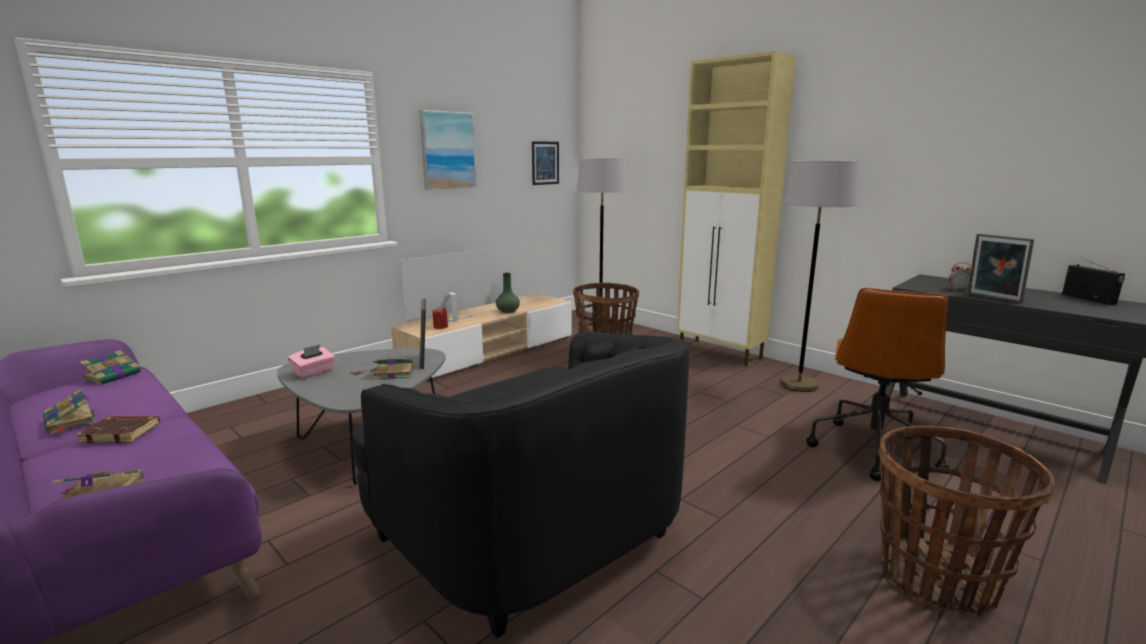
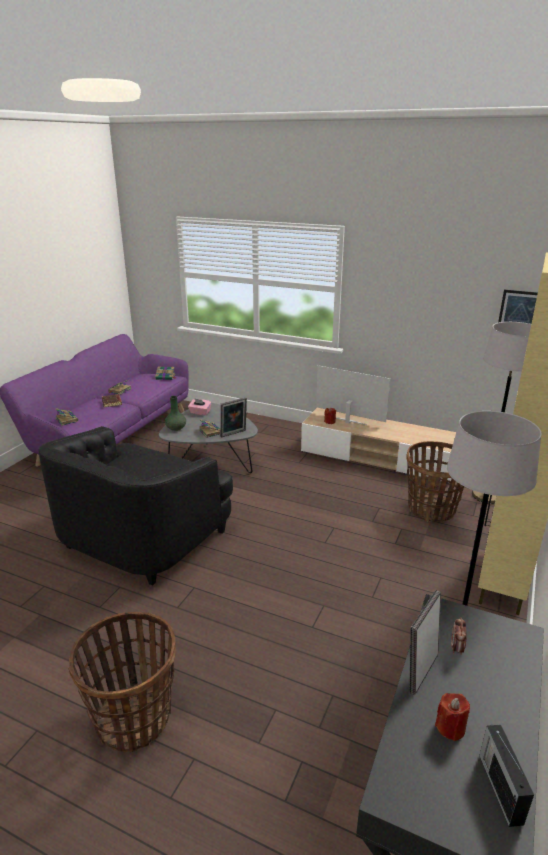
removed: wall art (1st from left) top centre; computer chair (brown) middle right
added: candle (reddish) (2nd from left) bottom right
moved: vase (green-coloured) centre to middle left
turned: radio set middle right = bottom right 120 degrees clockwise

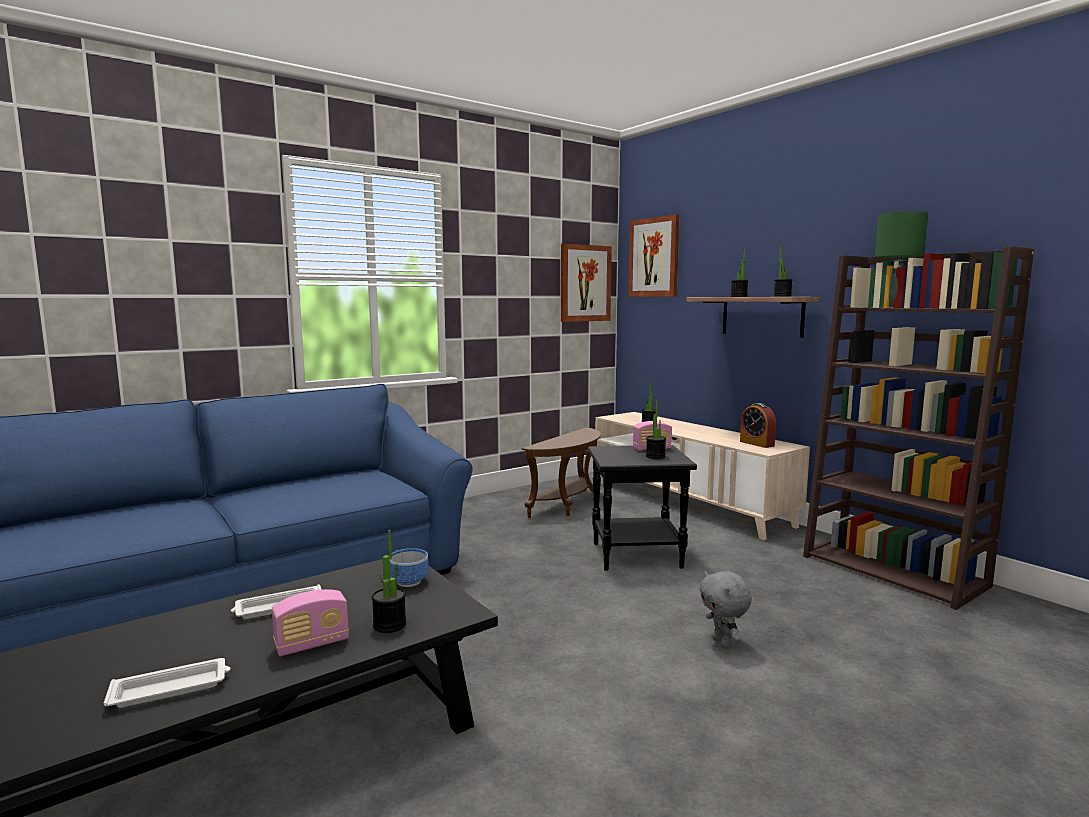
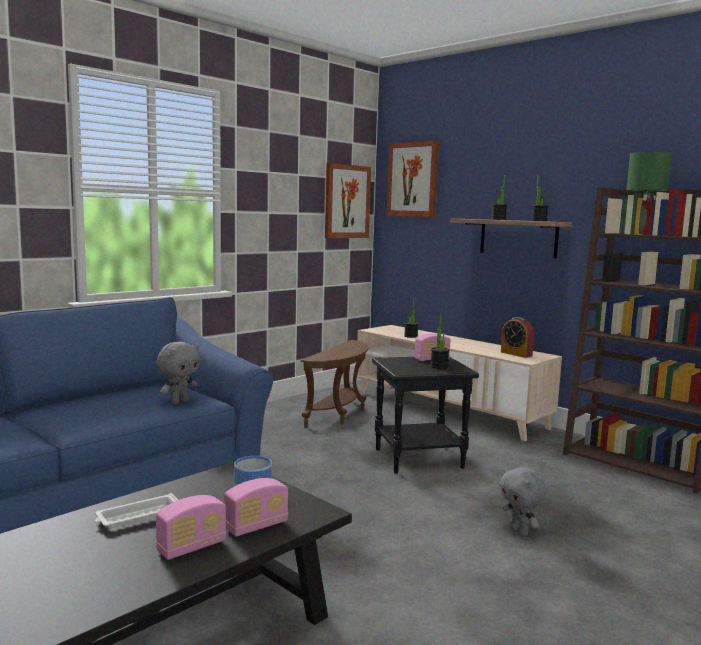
removed: carrying tray (white) (1st from left) bottom left
added: cuddly toy (gray) (1st from left) middle left
replaced: houseplant (1st from left) bottom centre to radio set (2nd from left) bottom centre

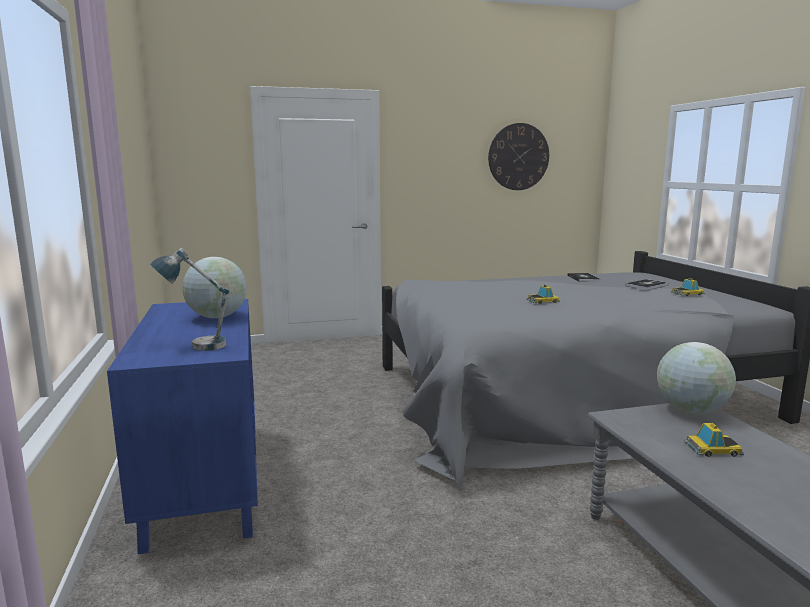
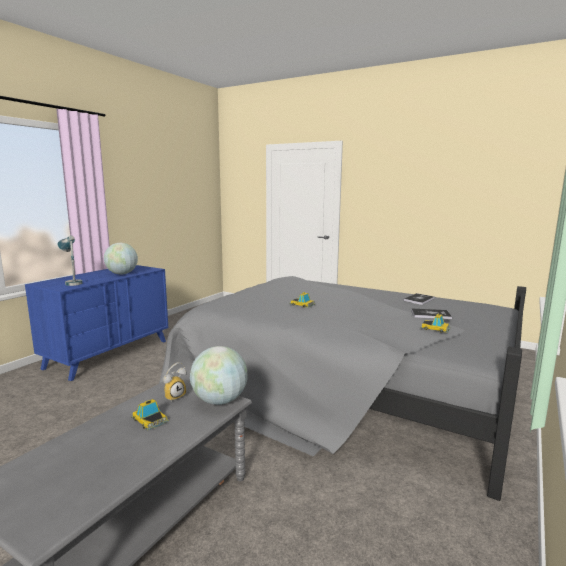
removed: hanging clock top centre
added: bedside clock bottom left

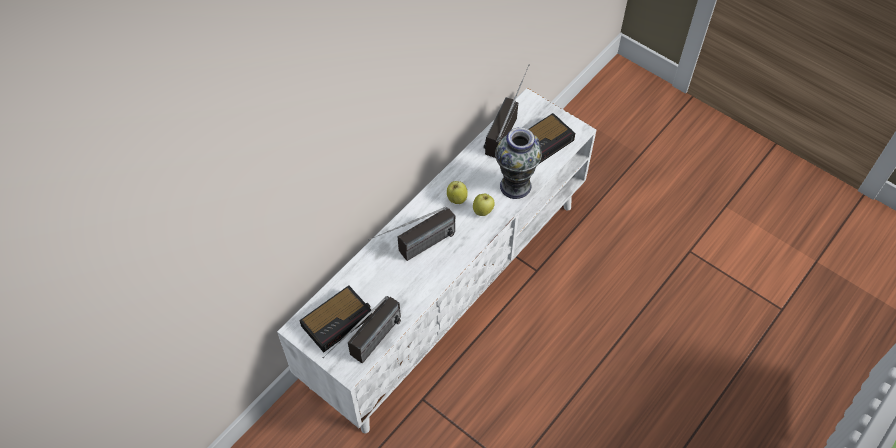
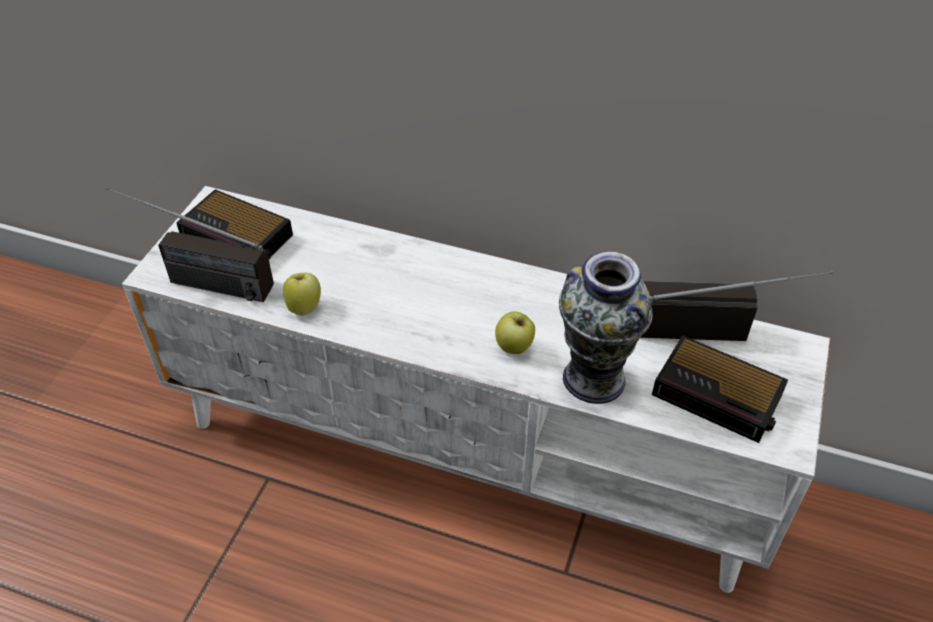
removed: radio set (2nd from left) centre
moved: whole apple (1st from left) centre to middle left

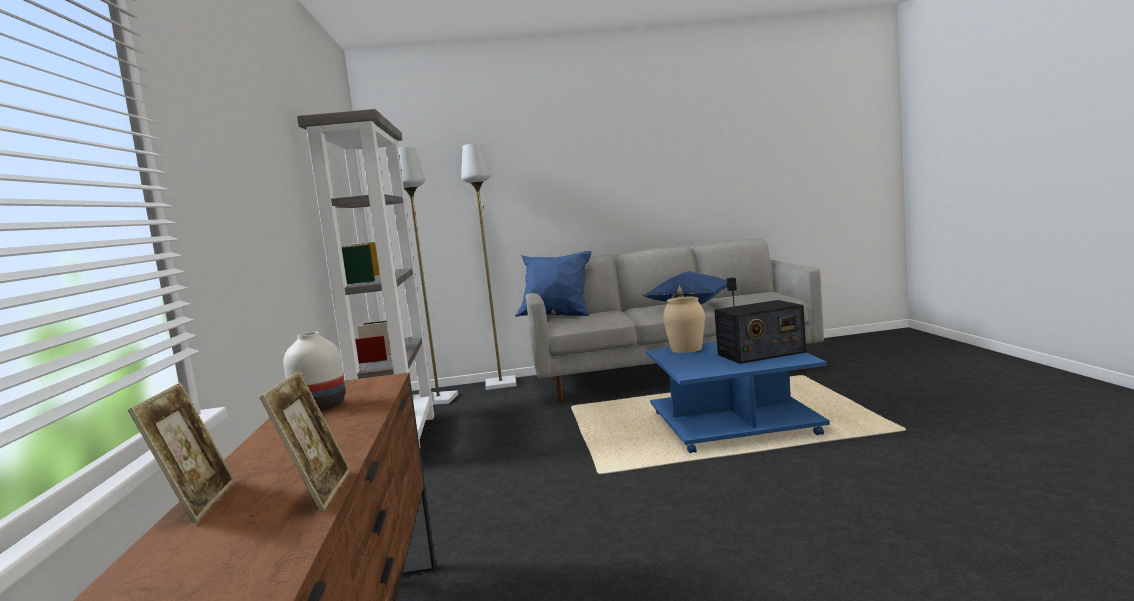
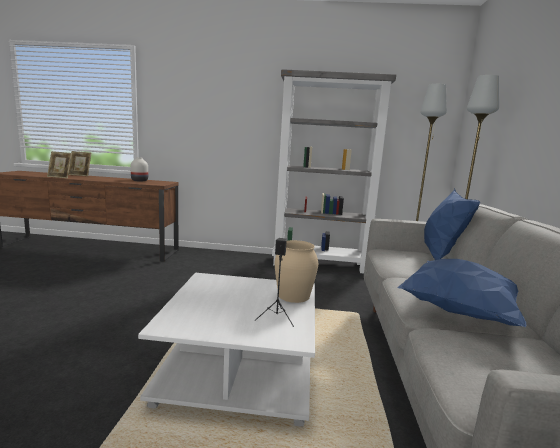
removed: radio set middle right
recoloured: low table (bluish) centre to low table (white) bottom centre

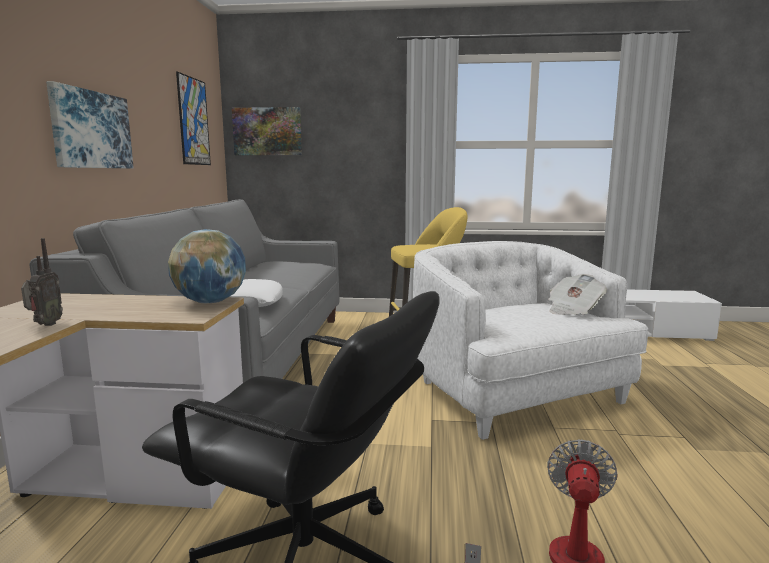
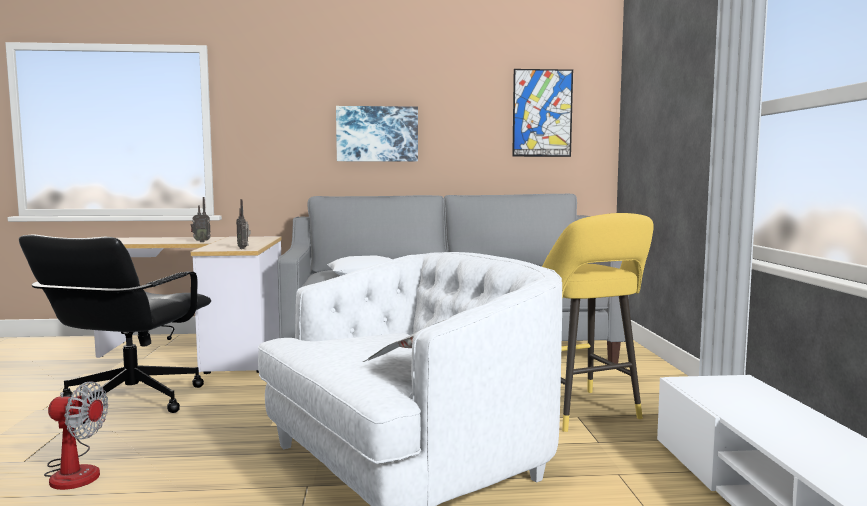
removed: wall art (3rd from left) top centre
replaced: desk globe middle left to radio set (2nd from left) middle left

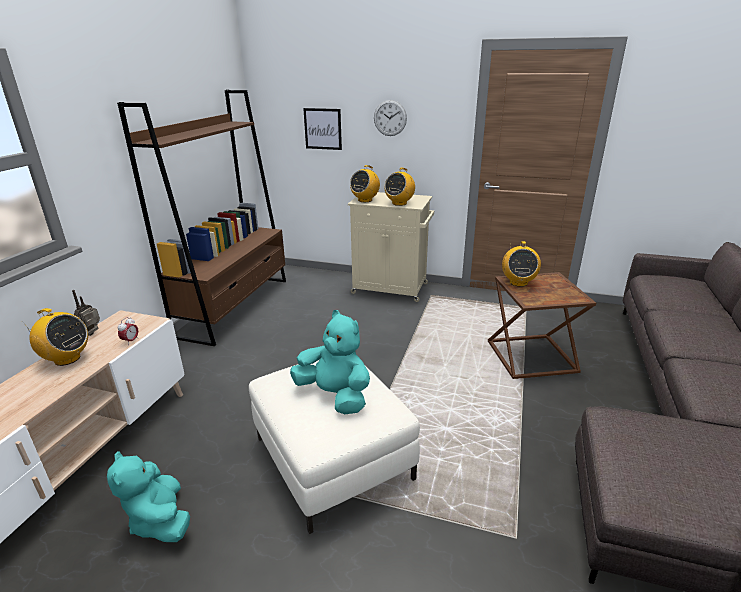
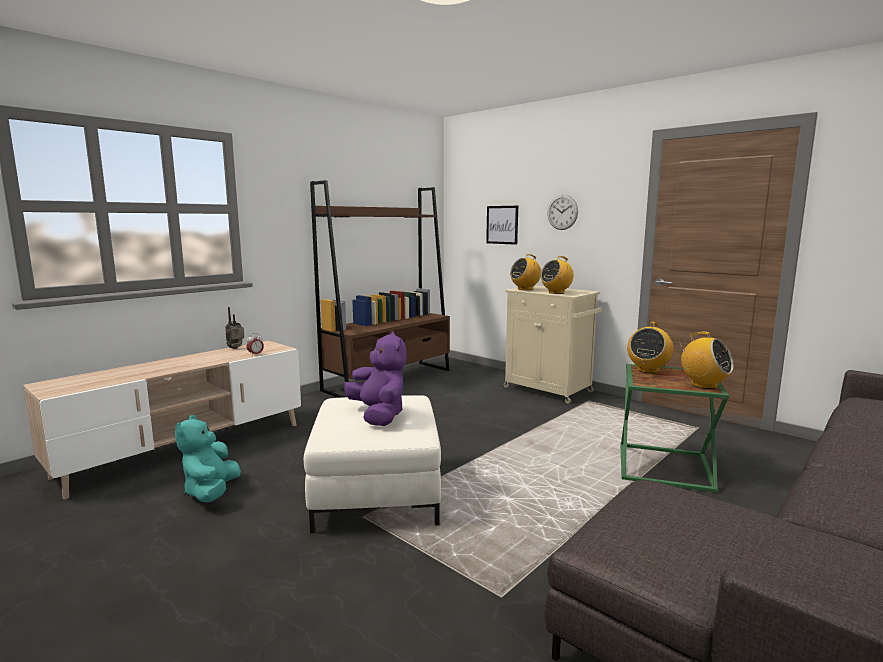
moved: radio set (1st from left in the first image) middle left to radio set (5th from left) middle right
recoloured: side table (brown) middle right to side table (green-coloured) middle right; cuddly toy (turquoise) (2nd from left) centre to cuddly toy (purple) centre

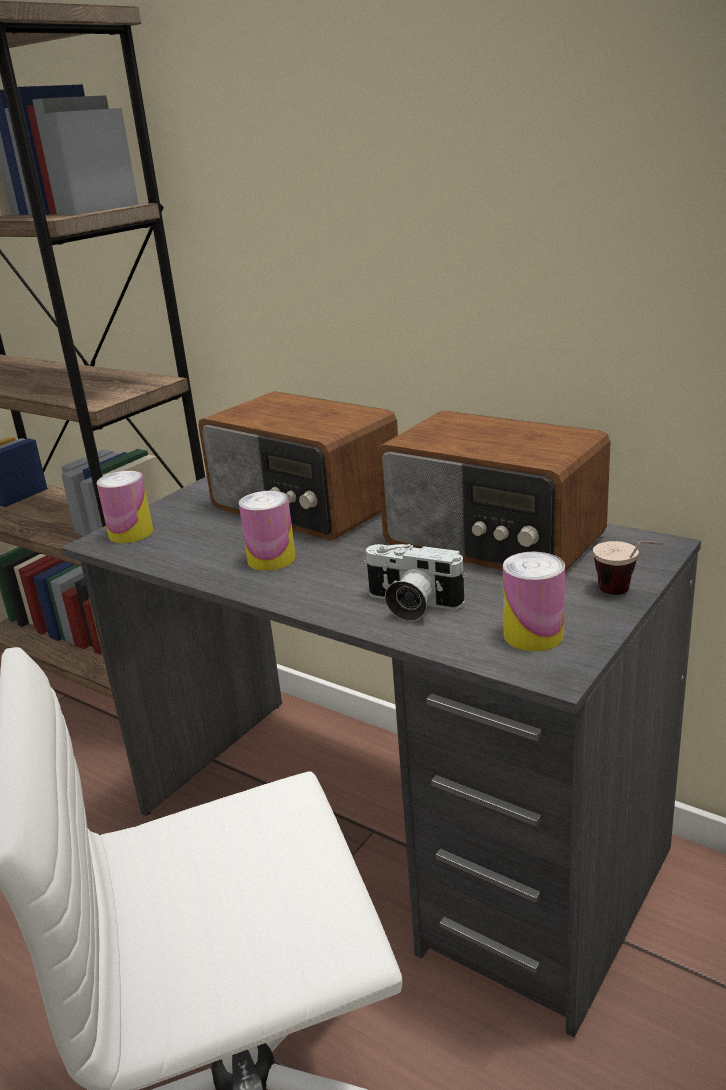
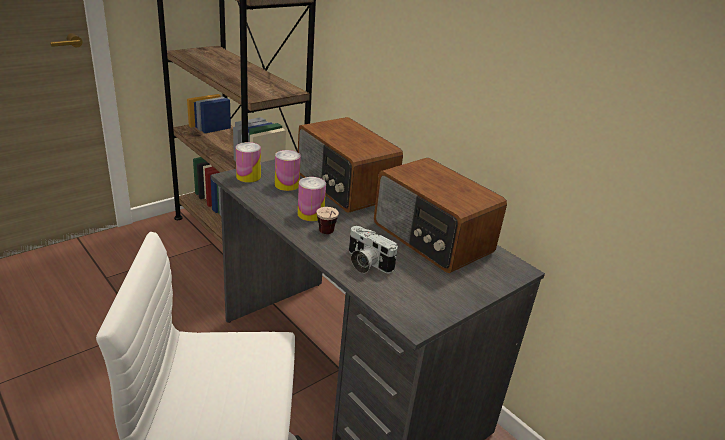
moved: drinking cup middle right to centre; can (3rd from left in the first image) middle right to can (2nd from left) centre

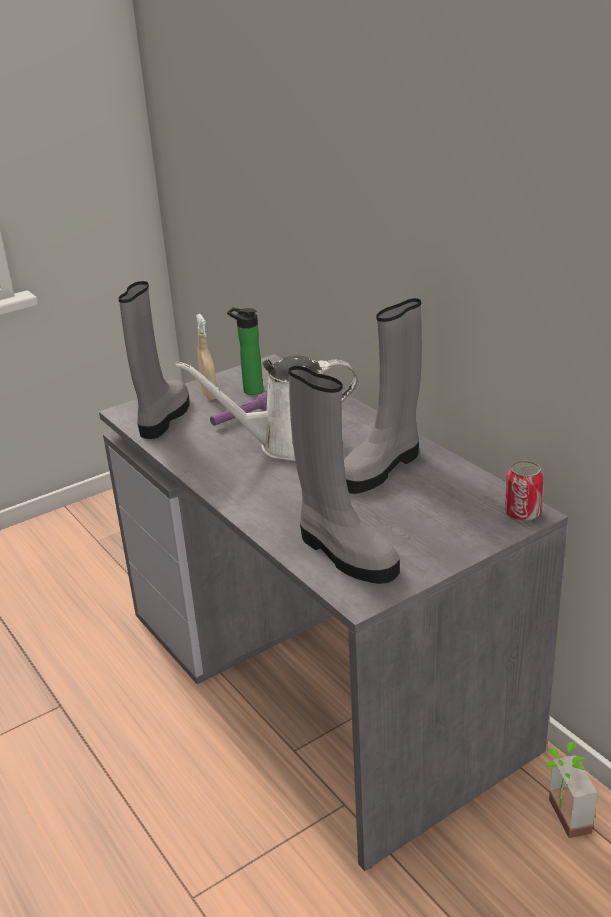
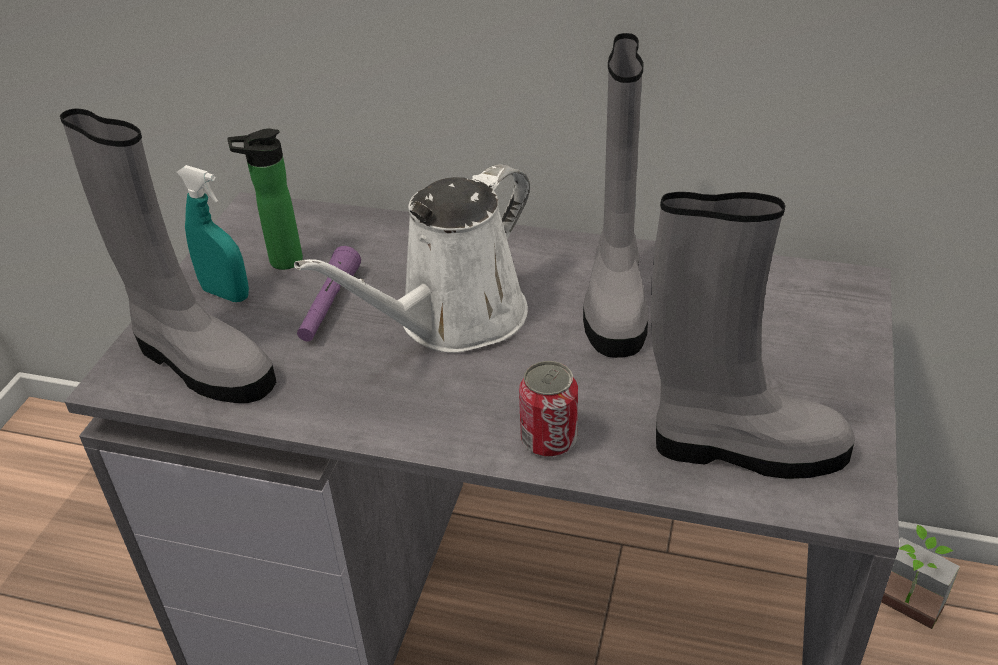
moved: can middle right to centre
recoloured: spray bottle (sand-coloured) centre to spray bottle (turquoise) middle left
turned: boot (gray) (1st from left) middle left = middle left 150 degrees clockwise

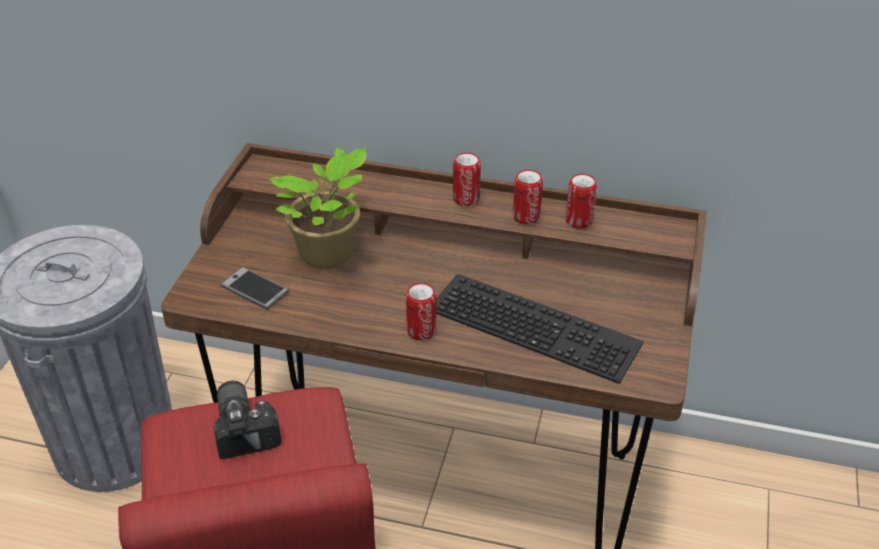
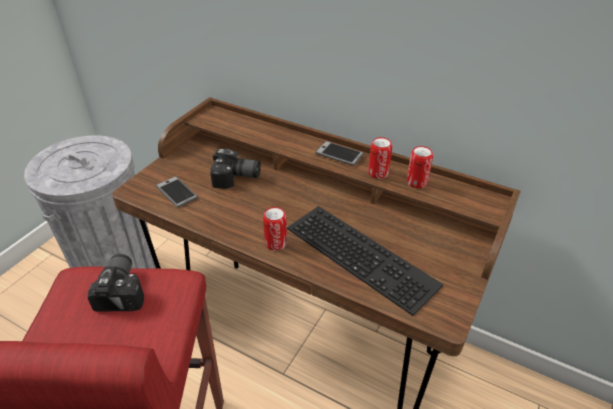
replaced: houseplant centre to photo camera (2nd from left) centre; can (2nd from left) top centre to handset (2nd from left) centre

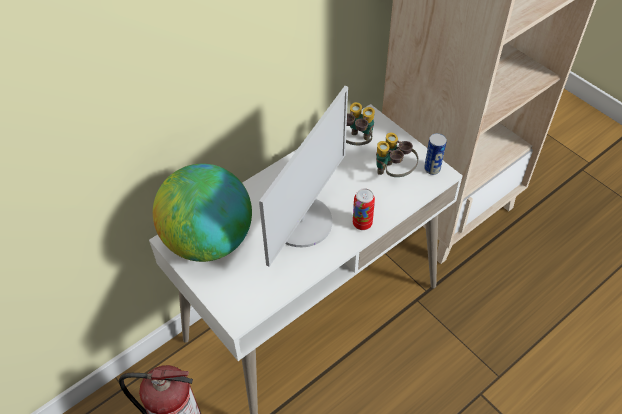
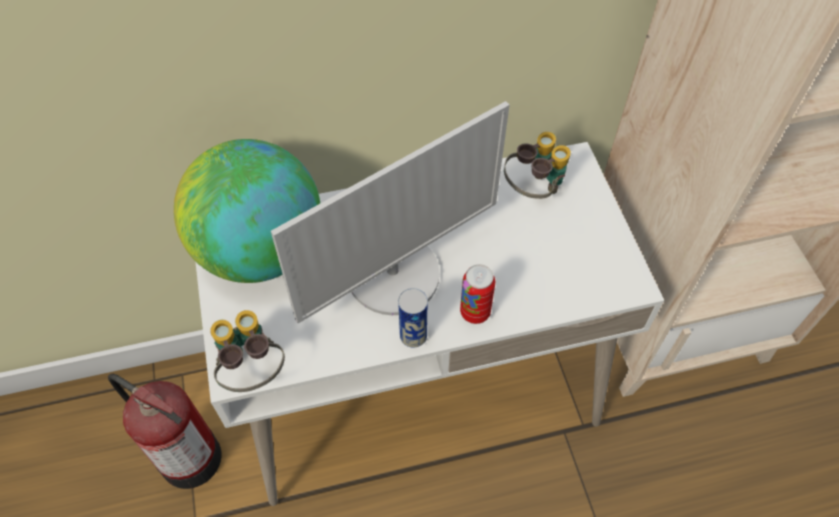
moved: binoculars (2nd from left in the first image) centre to binoculars (1st from left) bottom left; can (2nd from left in the first image) middle right to can (1st from left) centre

